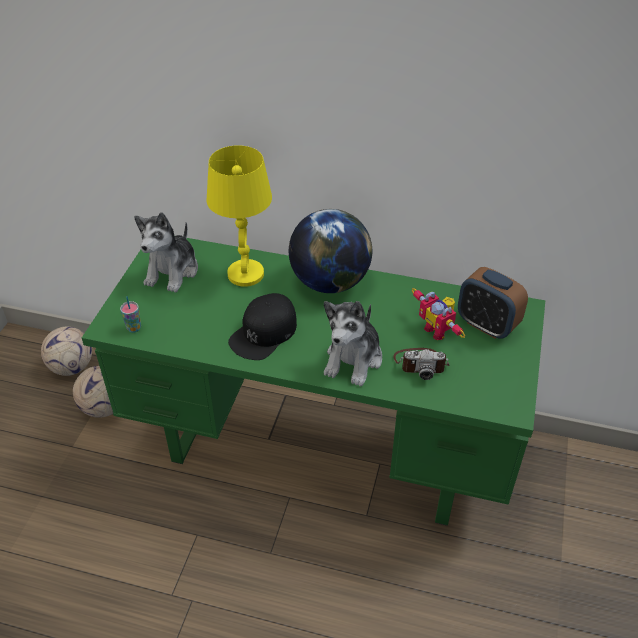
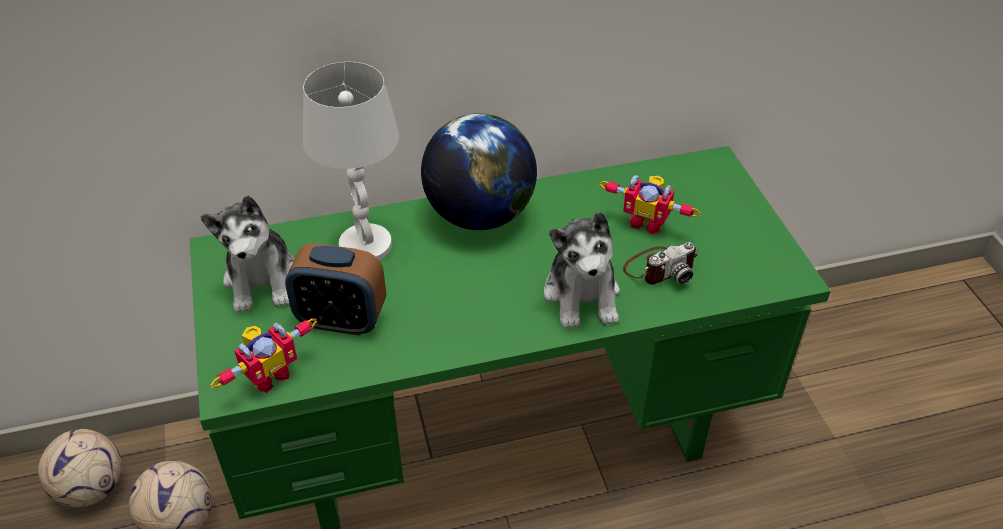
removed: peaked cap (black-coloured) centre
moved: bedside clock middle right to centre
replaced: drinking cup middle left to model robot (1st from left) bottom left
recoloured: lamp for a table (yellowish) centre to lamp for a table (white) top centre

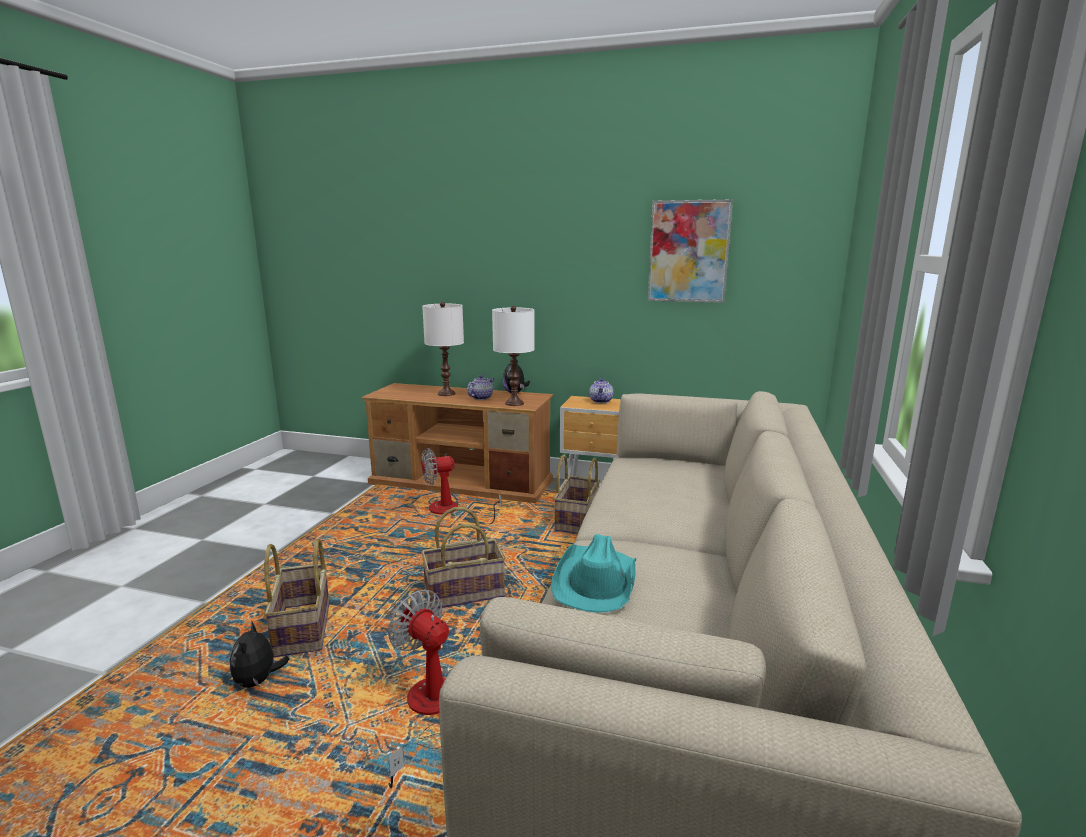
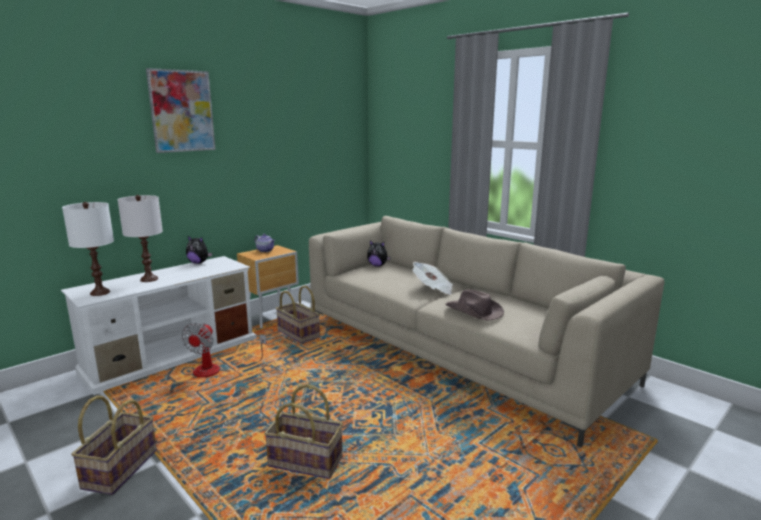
removed: pot for tea (1st from left) centre; cooling fan (1st from left) bottom centre
added: newspaper centre
moved: wall art top centre to top left; lamp for a table (white) (2nd from left in the first image) centre to lamp for a table (white) (1st from left) middle left; storage basket (2nd from left in the first image) bottom centre to storage basket (1st from left) bottom left; cuddly toy (1st from left in the first image) bottom left to cuddly toy (2nd from left) centre
recoloured: media console (brown) centre to media console (white) middle left; hat (turquoise) bottom centre to hat (brown) centre

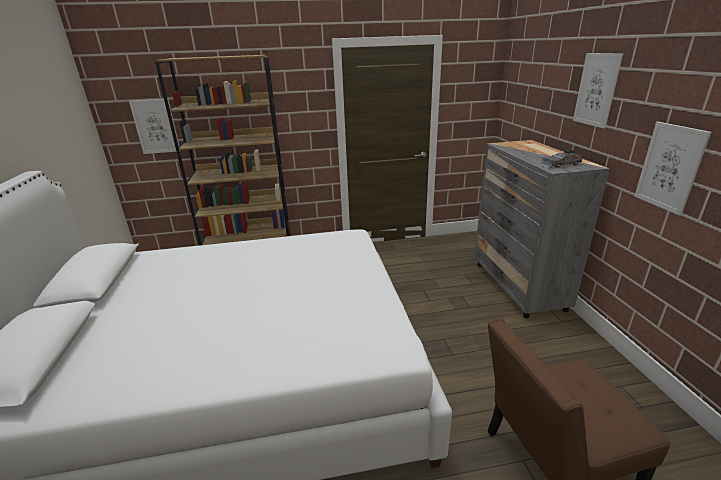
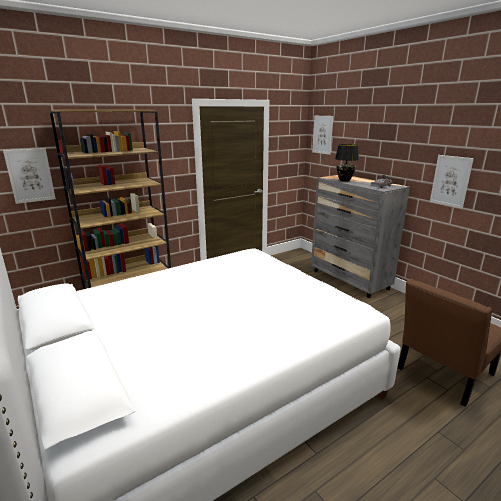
added: lamp for a table (black-coloured) top right
moved: wall art (2nd from left) top right to top centre

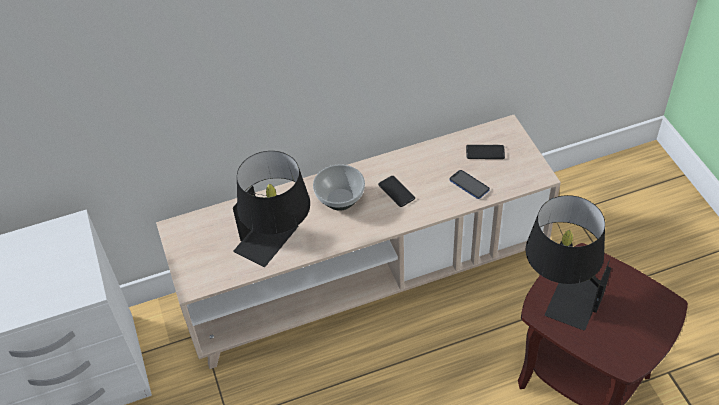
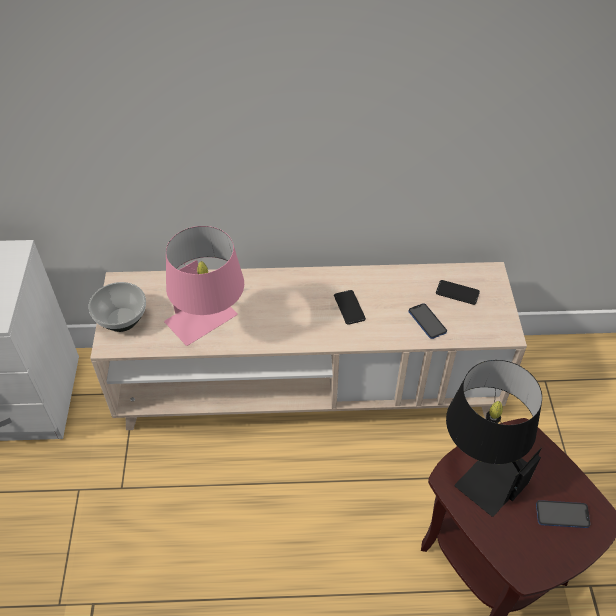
added: handset (4th from left) bottom right
moved: bowl centre to middle left
recoloured: lamp for a table (black-coloured) (1st from left) centre to lamp for a table (pink-coloured) middle left

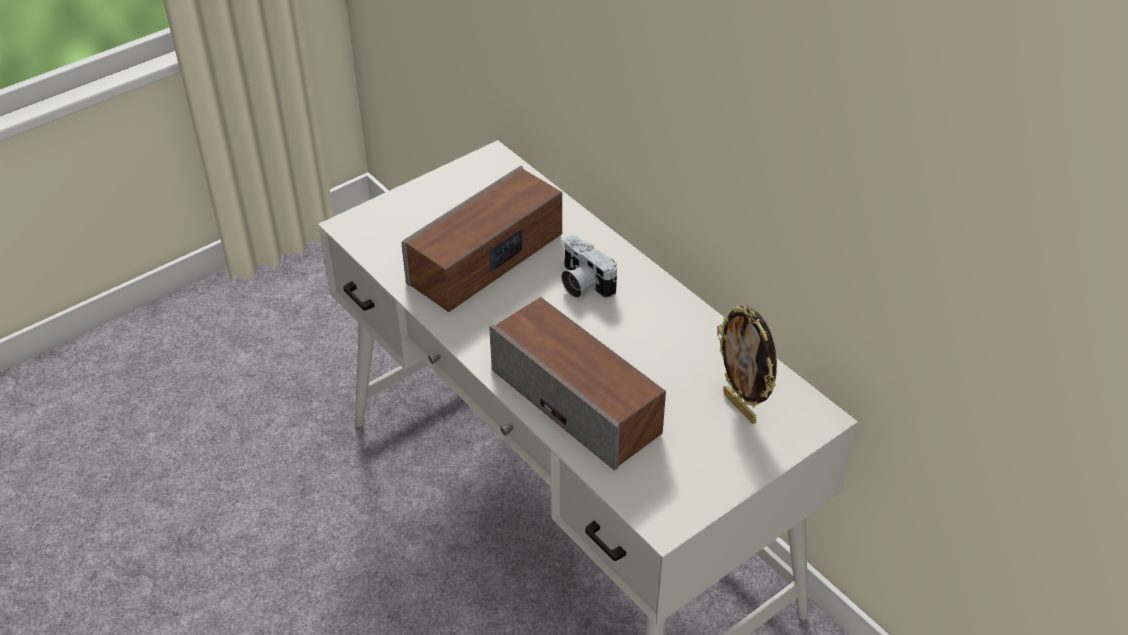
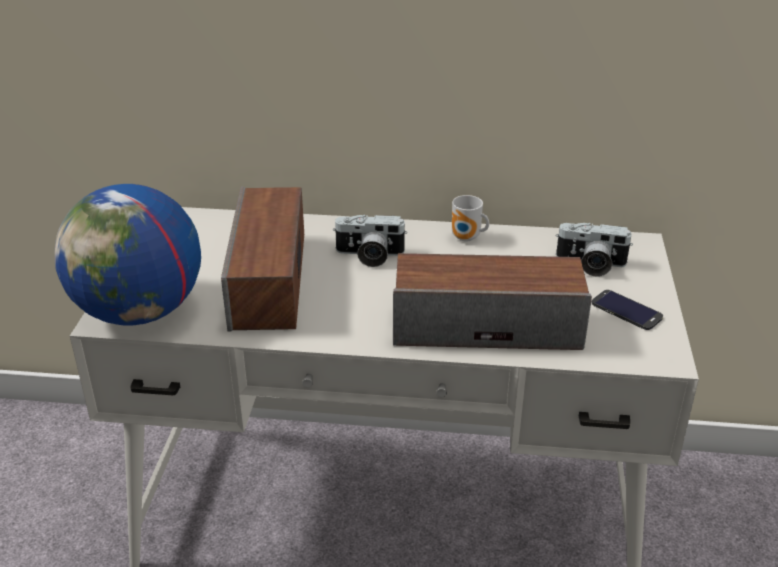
added: desk globe middle left; mug centre; handset middle right
replaced: picture frame centre to photo camera (2nd from left) middle right

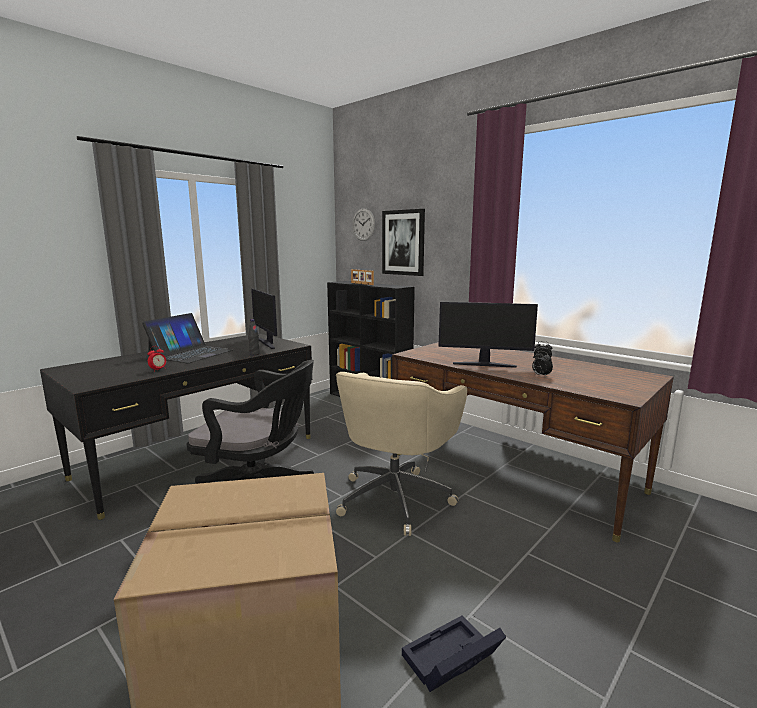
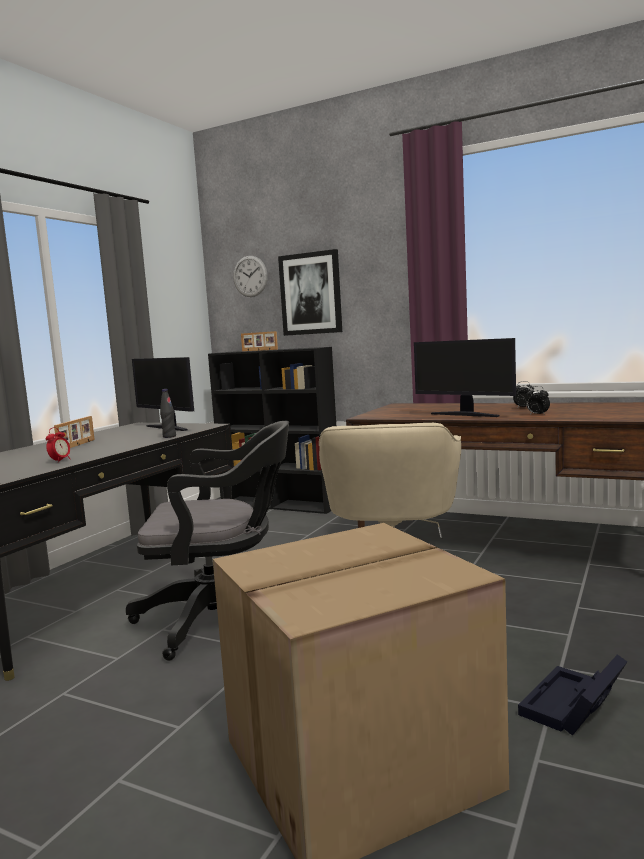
replaced: portable computer middle left to picture frame (1st from left) middle left
turned: computer display (2nd from left) centre = middle right 45 degrees clockwise

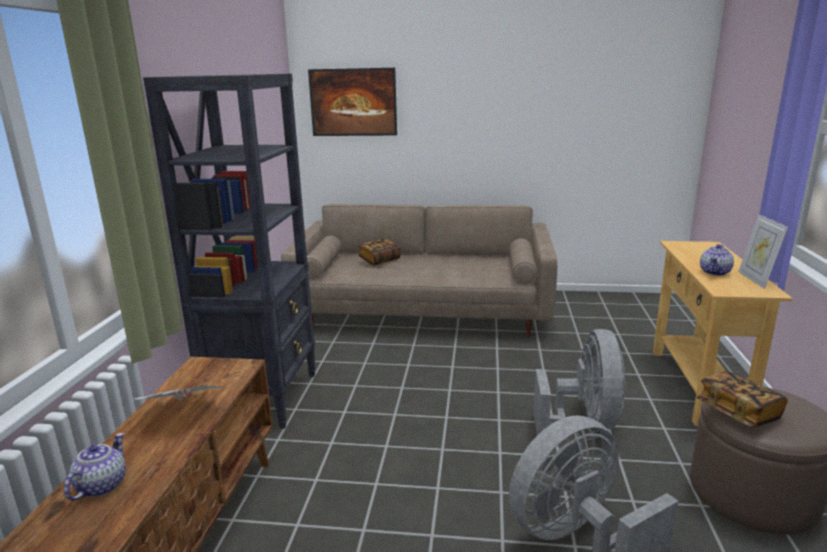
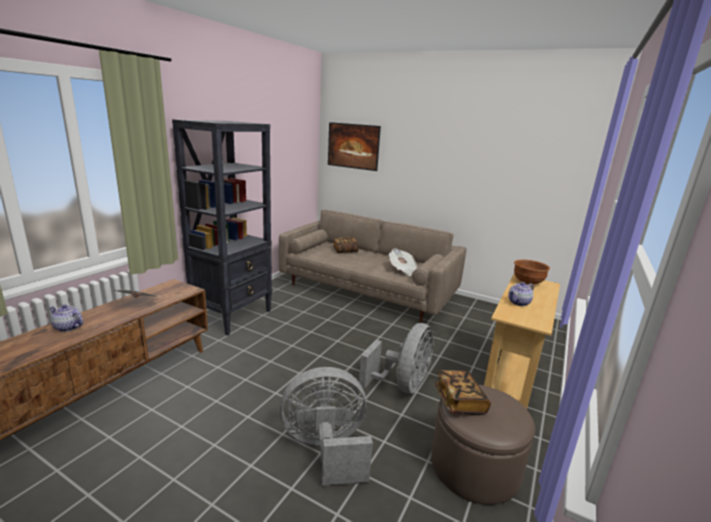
removed: picture frame middle right
added: newspaper (2nd from left) centre; bowl (brown) middle right
turned: pot for tea (1st from left) bottom left = middle left 105 degrees counterclockwise

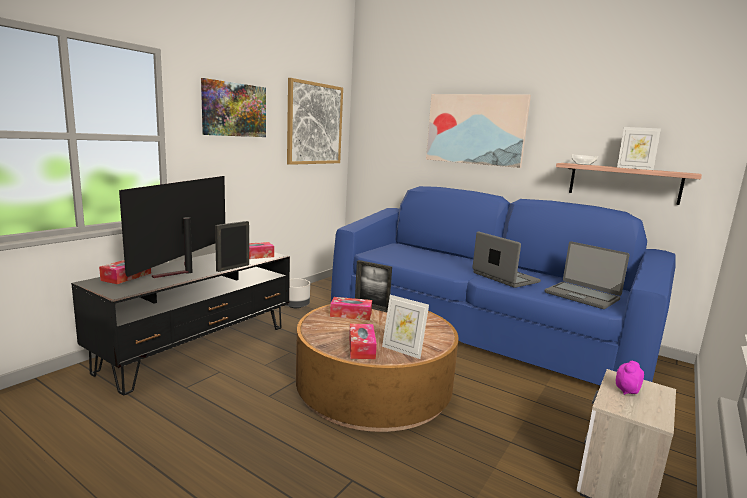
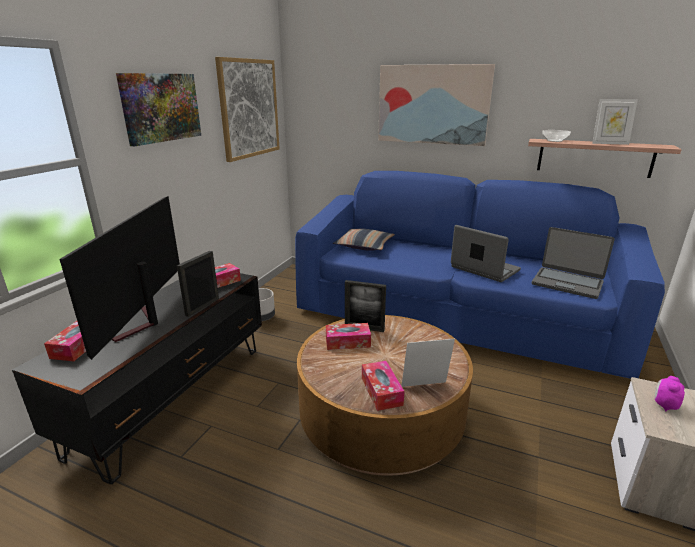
added: throw pillow centre
turned: picture frame (3rd from left) centre = centre 150 degrees clockwise

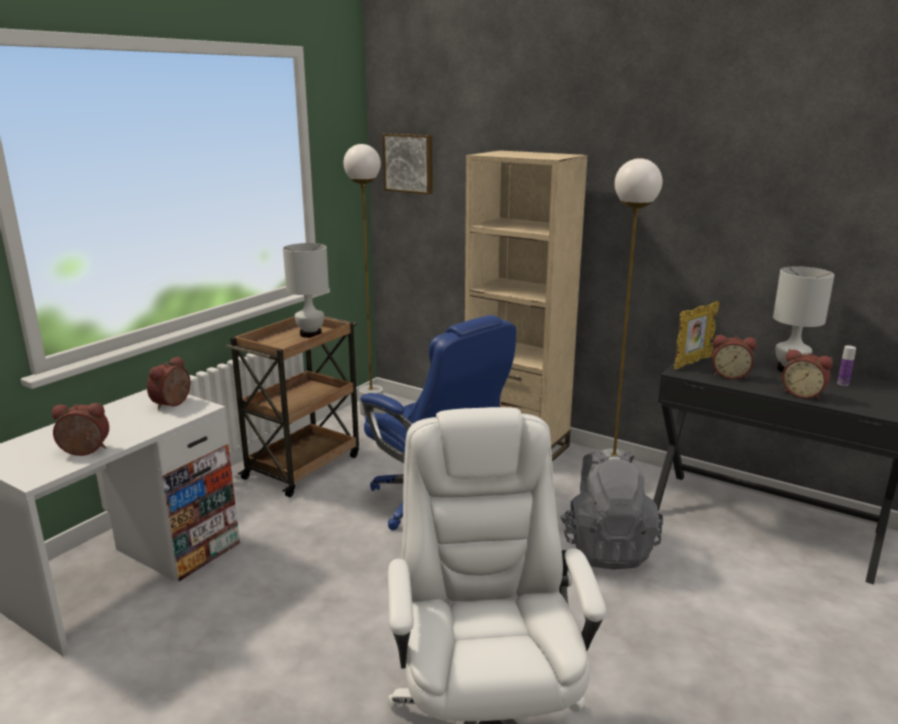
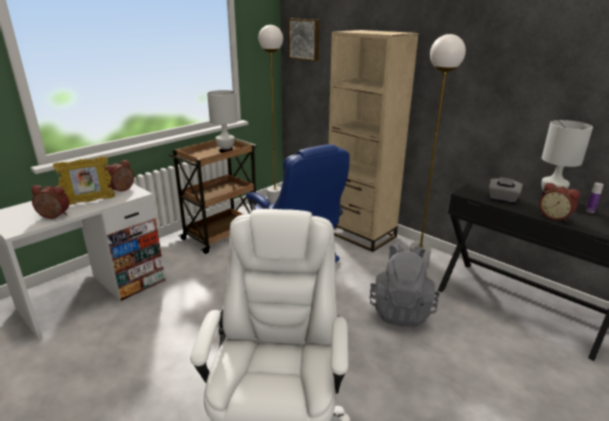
moved: picture frame middle right to middle left
replaced: bedside clock (3rd from left) middle right to box of tissues (gray) middle right

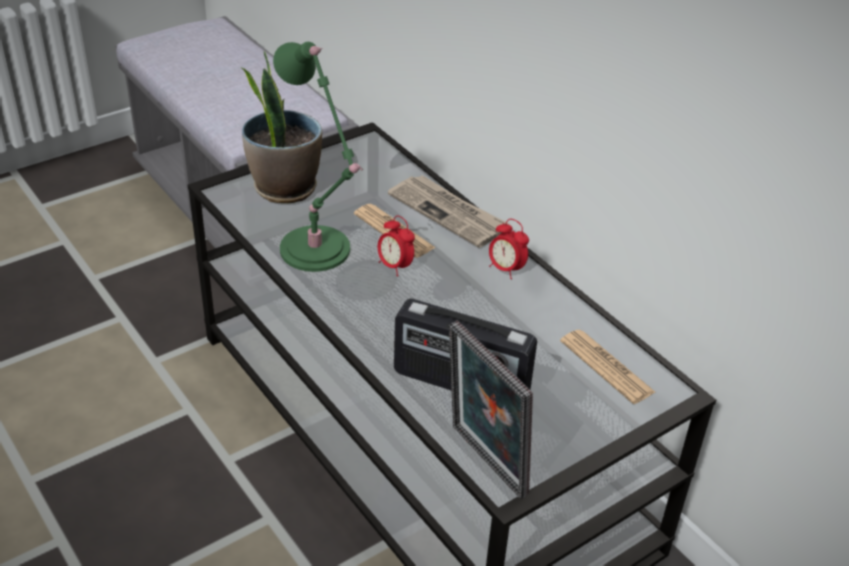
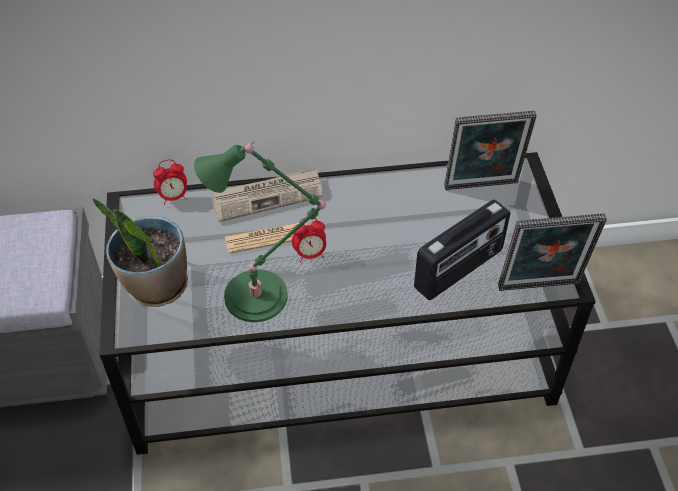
moved: bedside clock (2nd from left in the first image) centre to bedside clock (1st from left) middle left
replaced: newspaper (3rd from left) middle right to picture frame (1st from left) top right

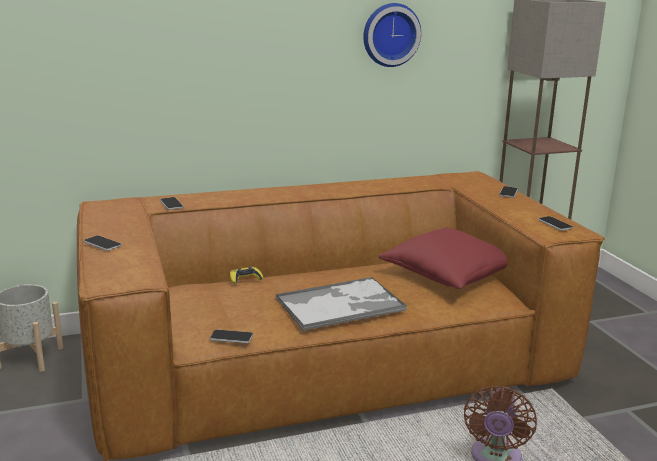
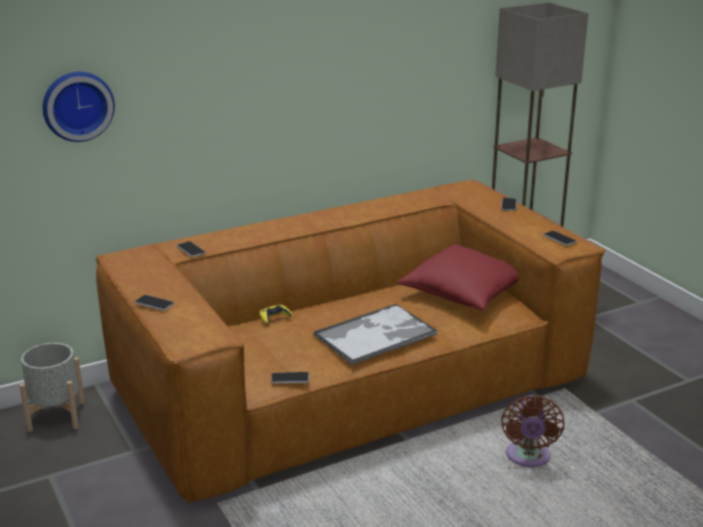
moved: hanging clock top centre to top left

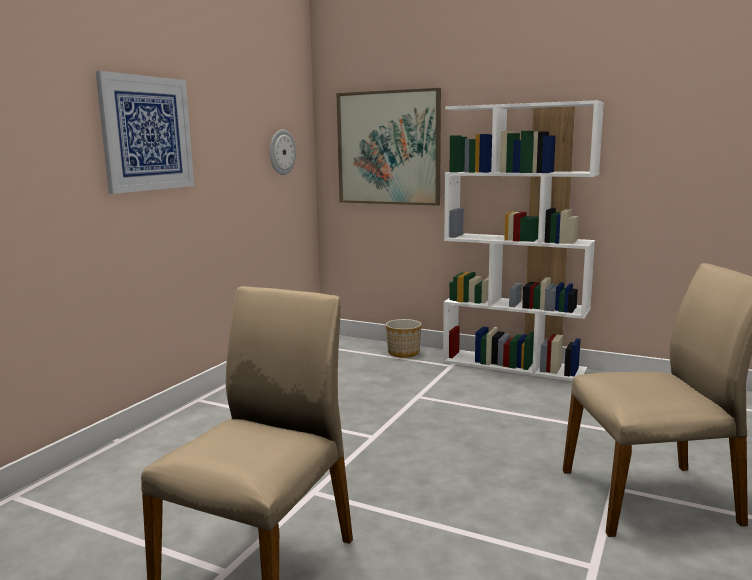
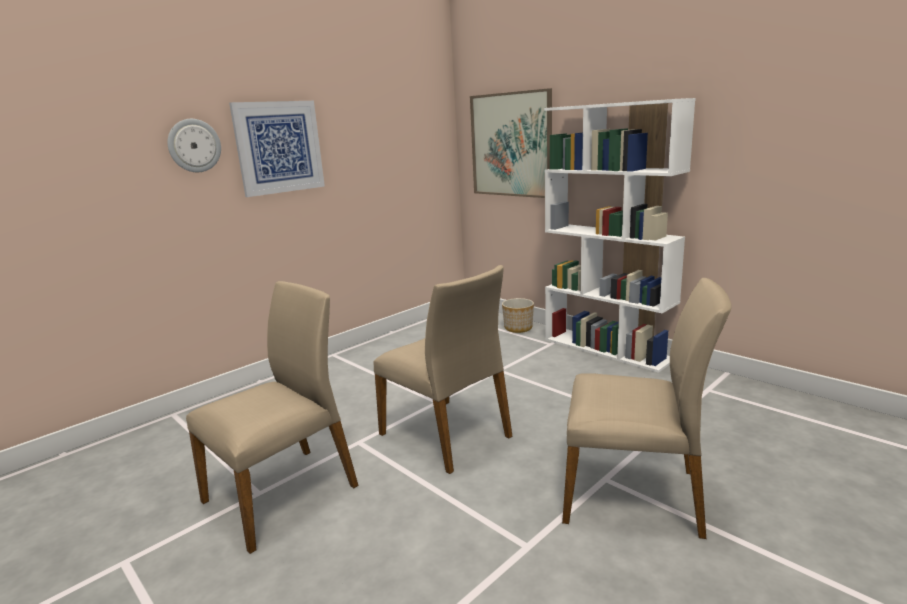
added: chair (sand-coloured) (2nd from left) centre
moved: hanging clock top centre to top left

